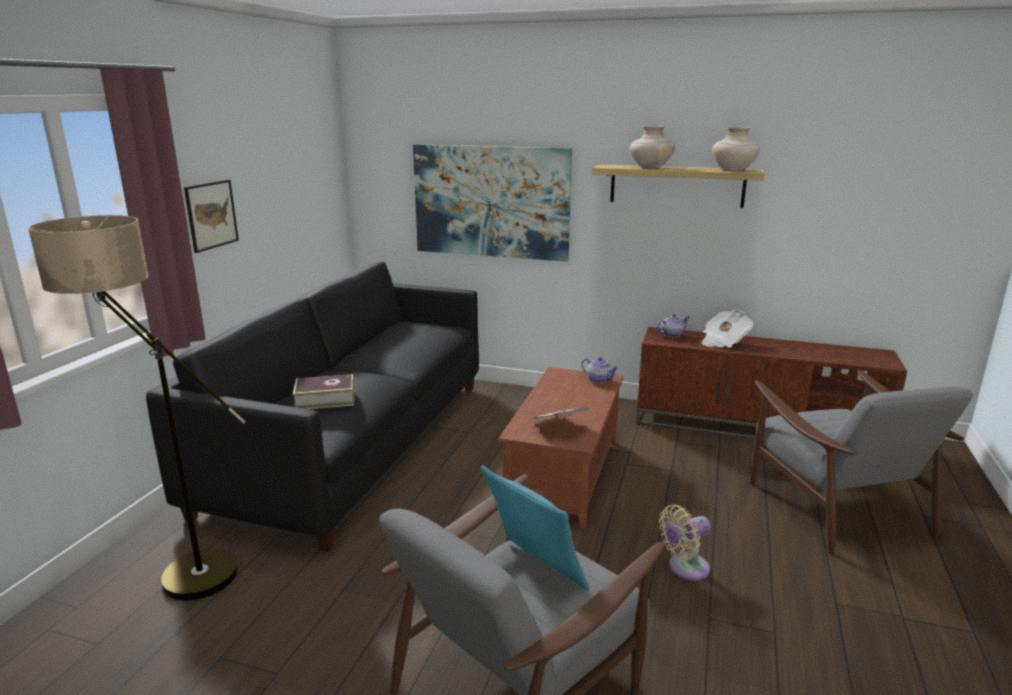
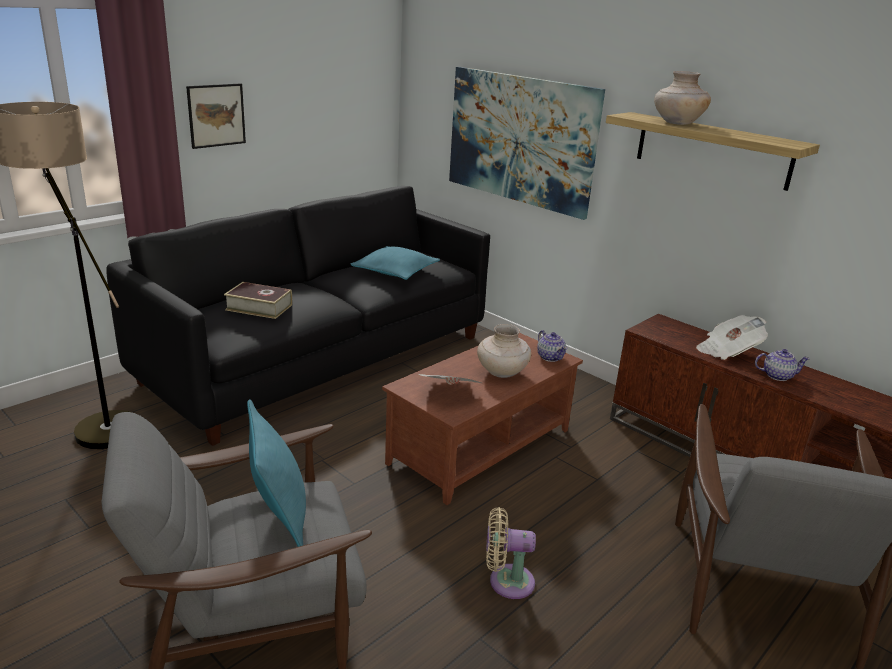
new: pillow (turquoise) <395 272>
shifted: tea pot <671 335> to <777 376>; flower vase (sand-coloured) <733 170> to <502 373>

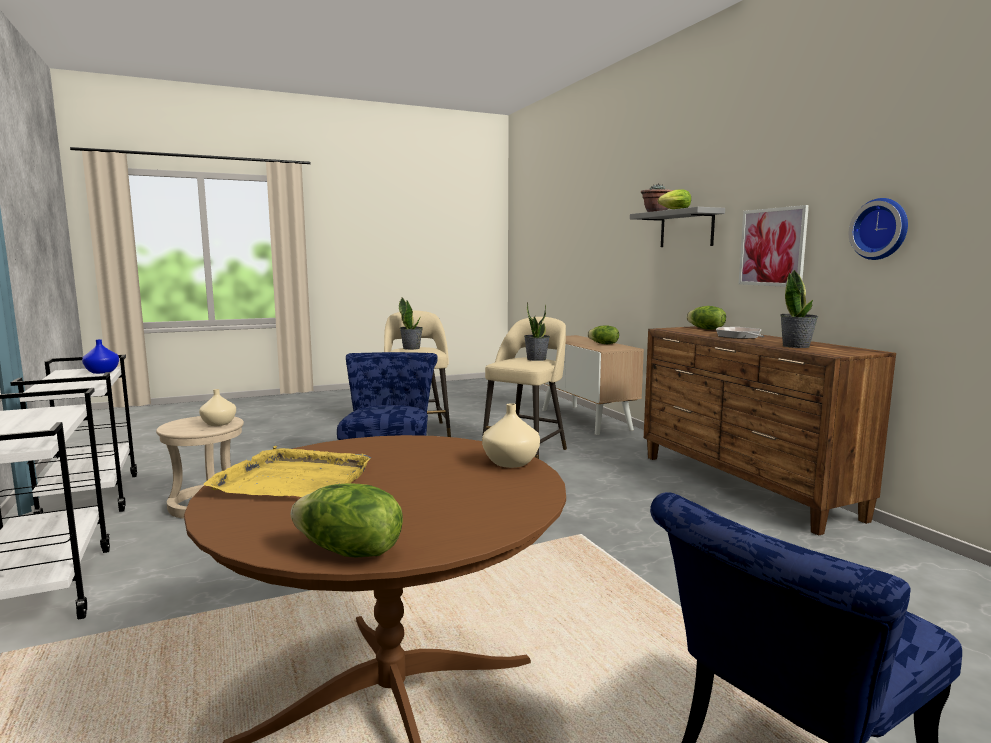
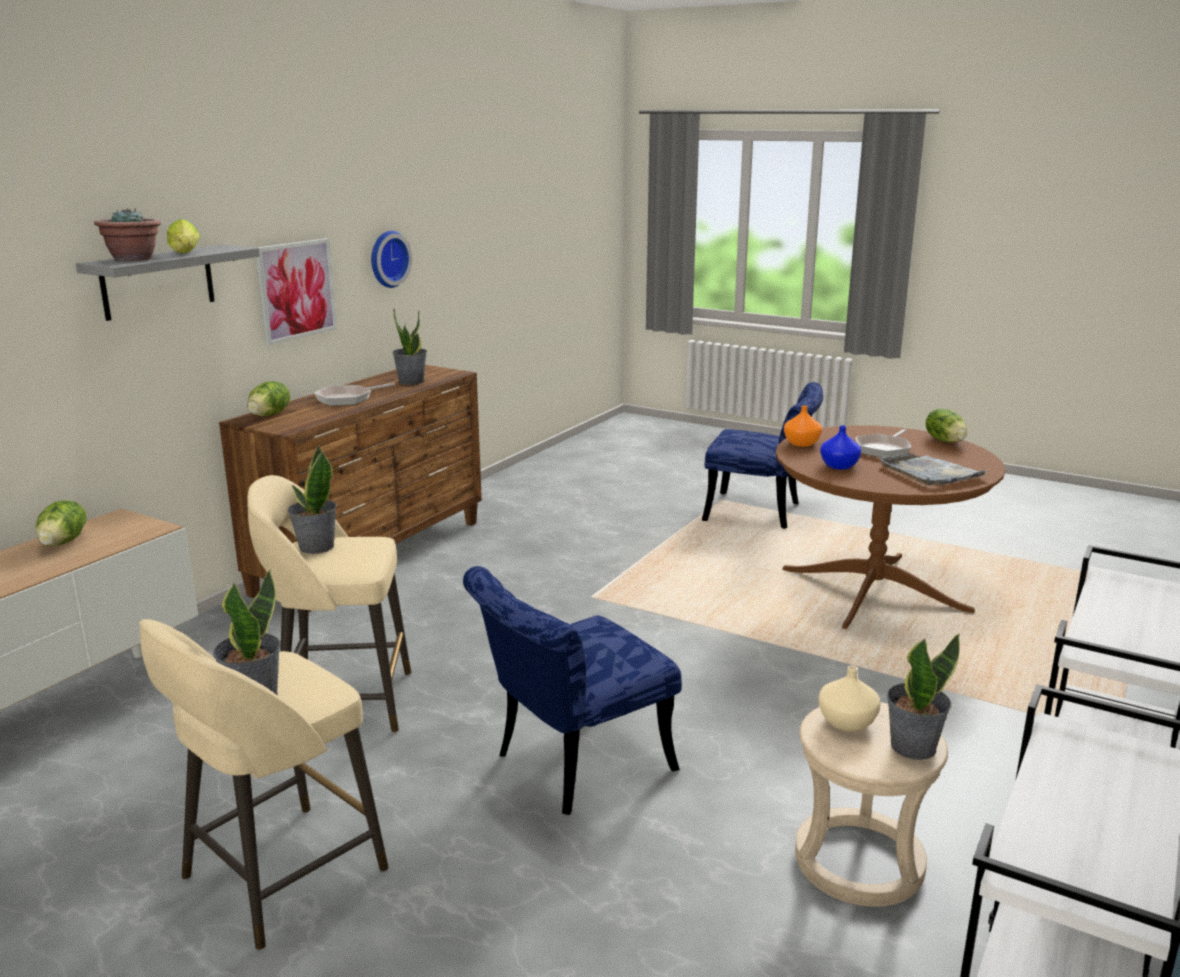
new: frying pan <884 449>; potted plant <912 746>
shifted: flower vase (blue) <103 372> to <838 466>
repainted: serving tray (yellowish) <295 479> to serving tray (greyish) <930 473>; flower vase (sand-coloured) <510 462> to flower vase (orange) <801 444>

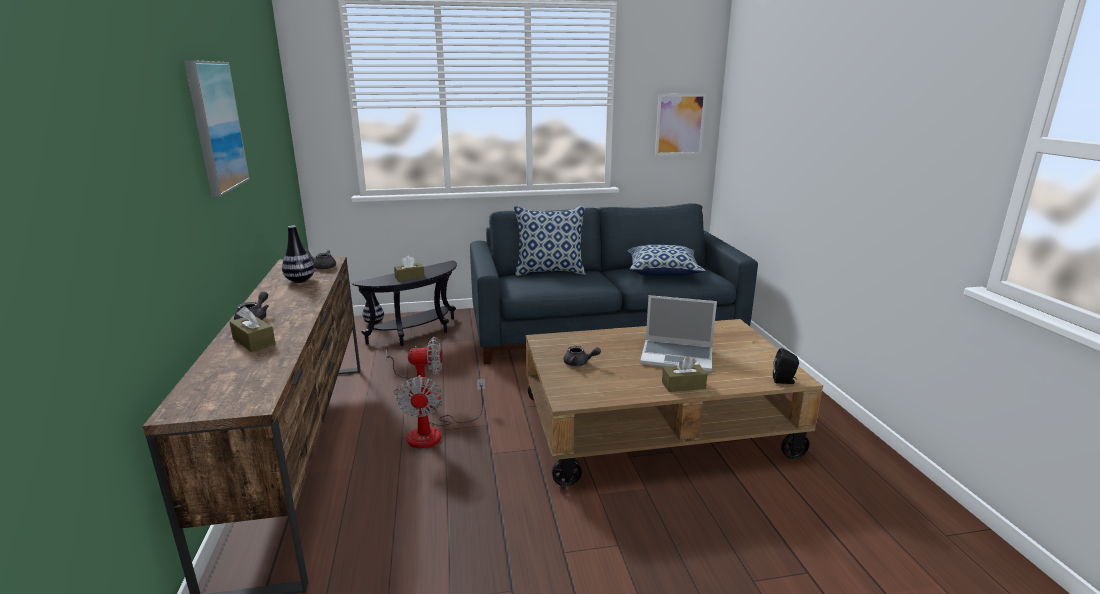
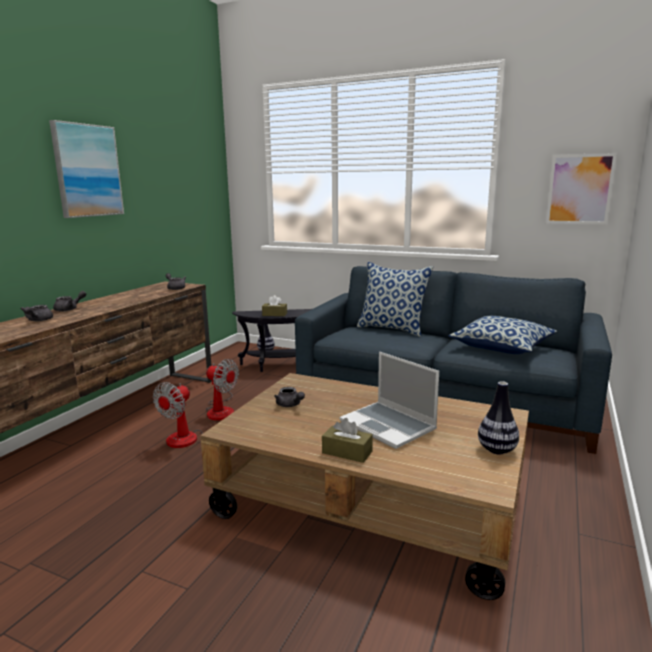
gone: loudspeaker (black-coloured) <784 381>
shifted: flower vase <300 280> to <496 450>
swapped: tissue box (brown) <254 341> to tea pot (greyish) <38 320>

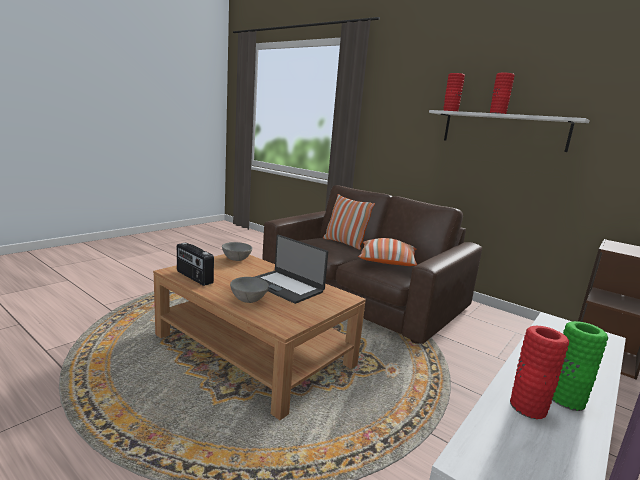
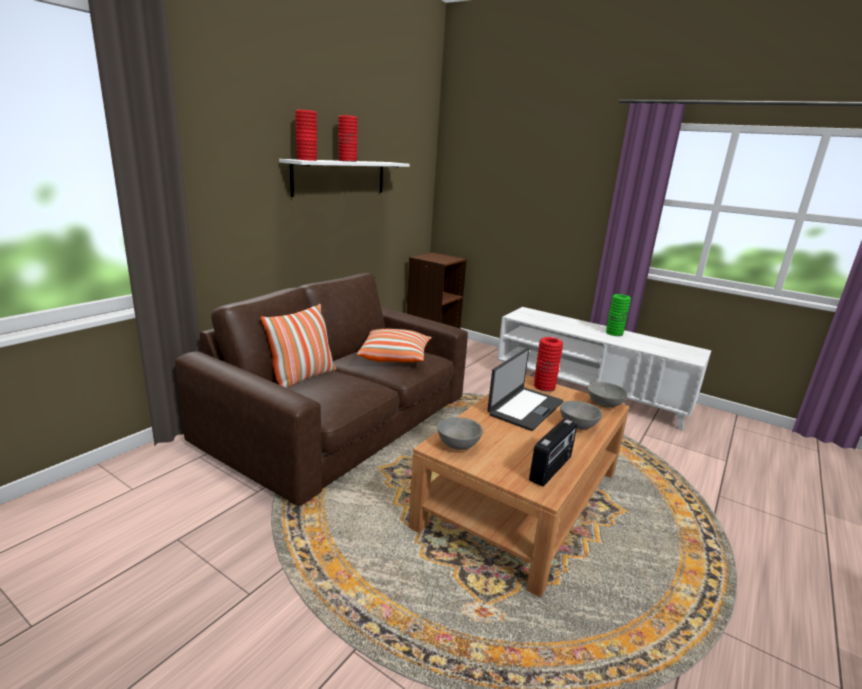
new: deep dish (greyish) <604 405>
shifted: flower vase (red-coloured) <528 407> to <544 386>

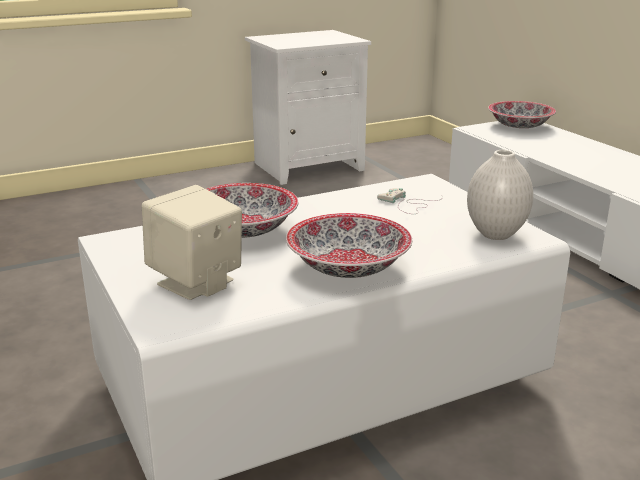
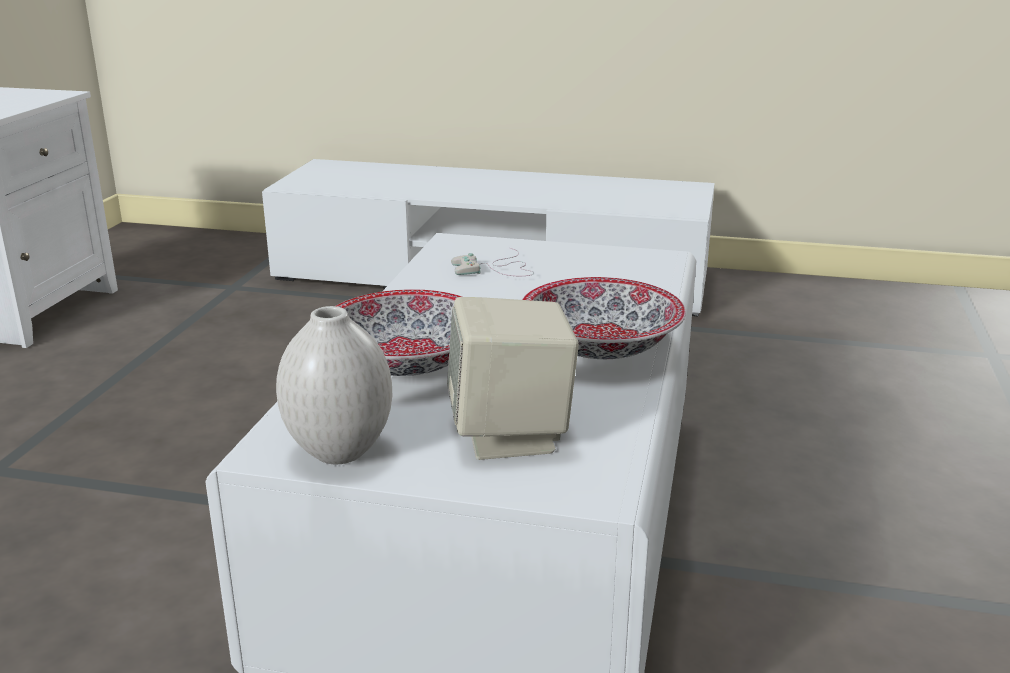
gone: deep dish <520 126>
shifted: flower vase (white-coloured) <495 234> to <338 452>

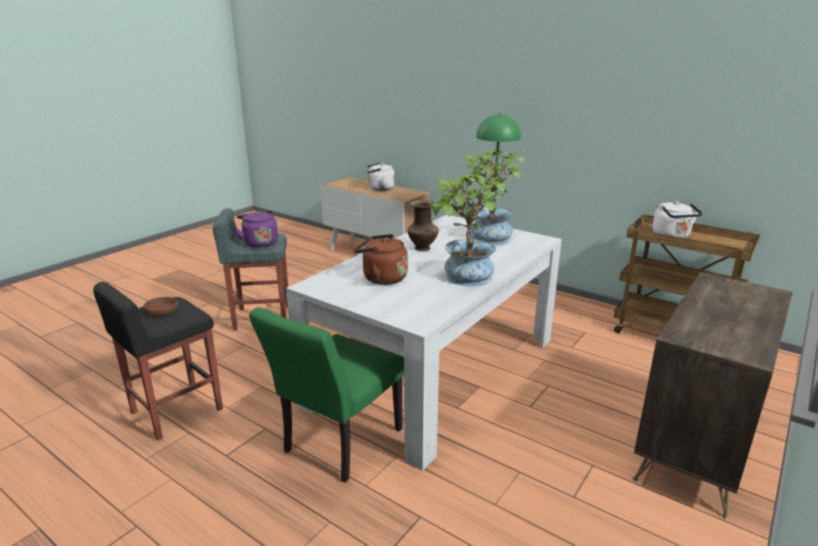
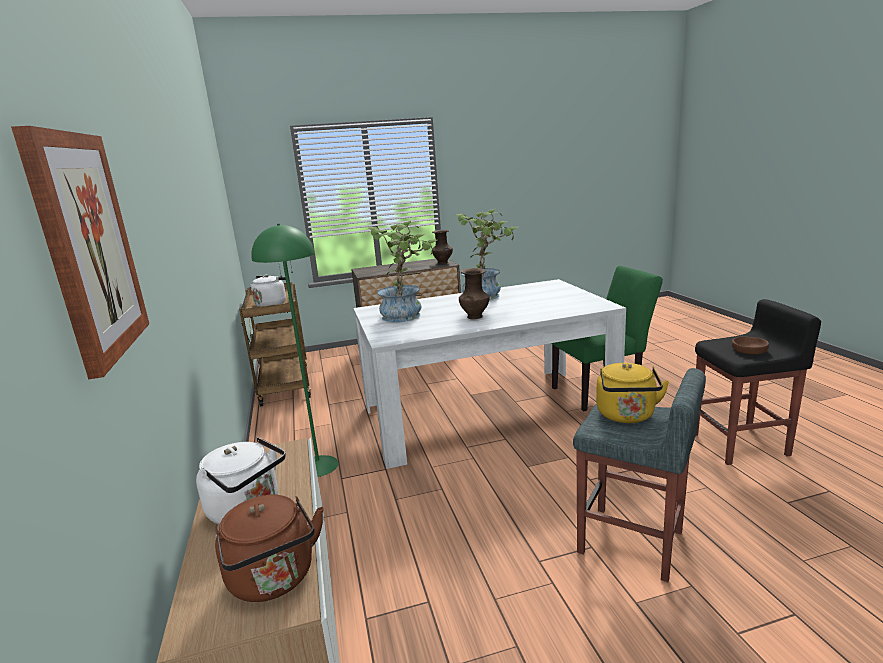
new: wall art <88 247>; flower vase (brown) <443 263>
shifted: tea kettle (brown) <382 278> to <274 580>
repainted: tea kettle (purple-coloured) <259 243> to tea kettle (yellowish) <627 416>

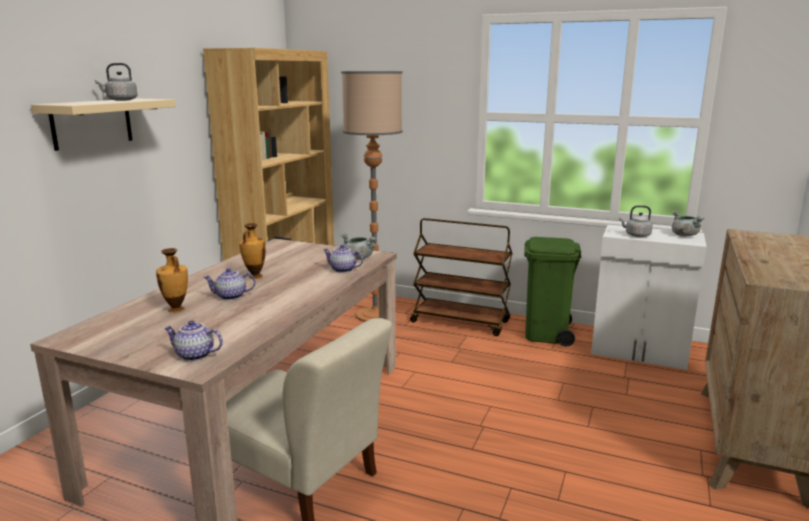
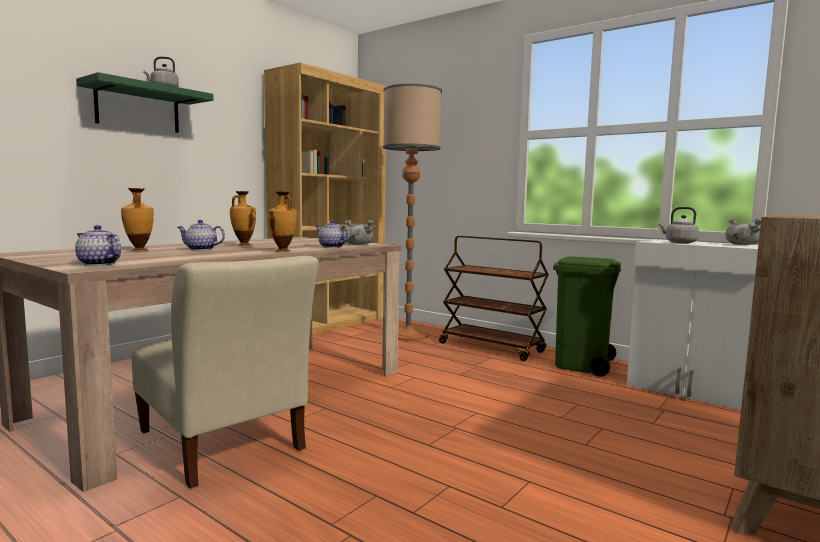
new: flower vase <283 251>
repainted: bracket shelf (sand-coloured) <92 123> to bracket shelf (green) <138 108>

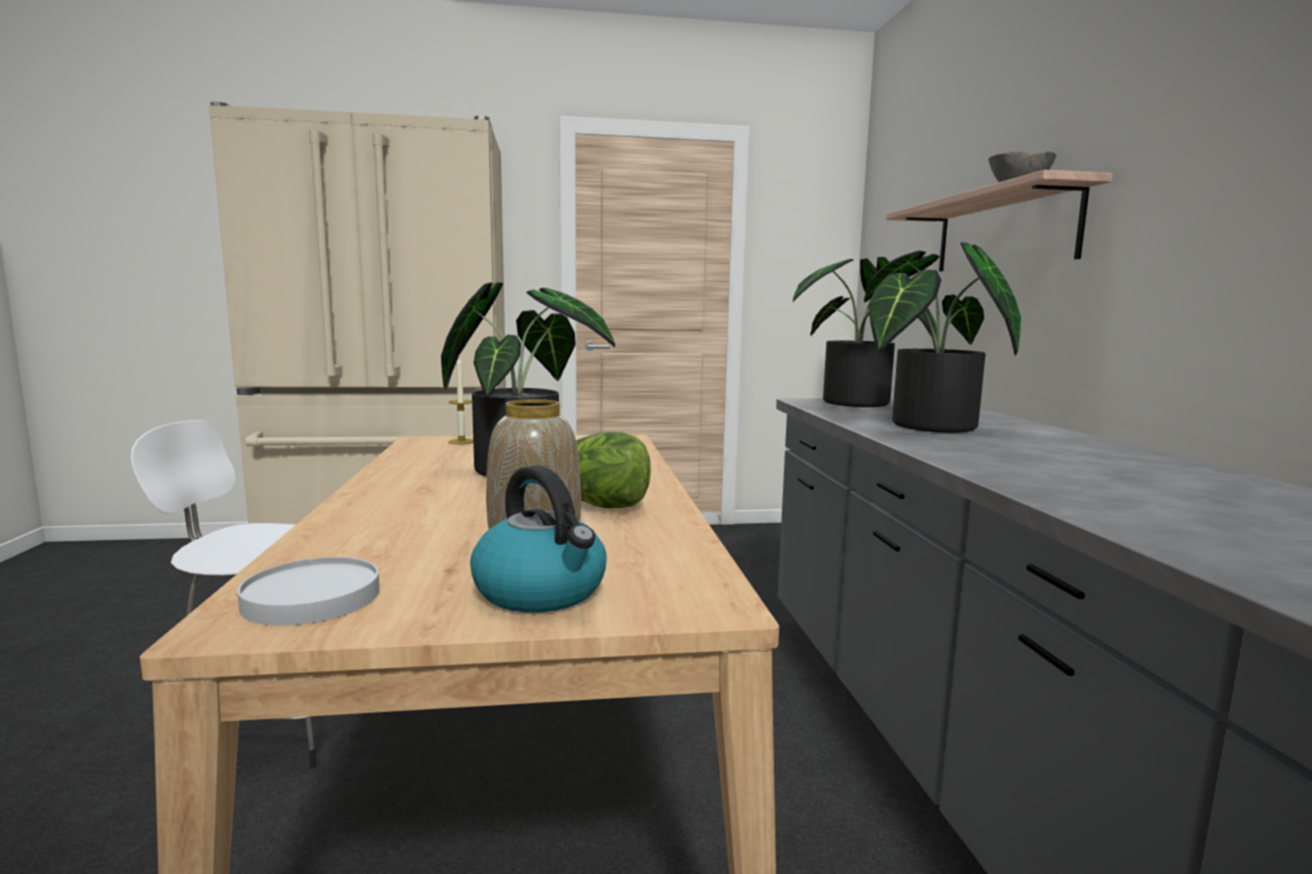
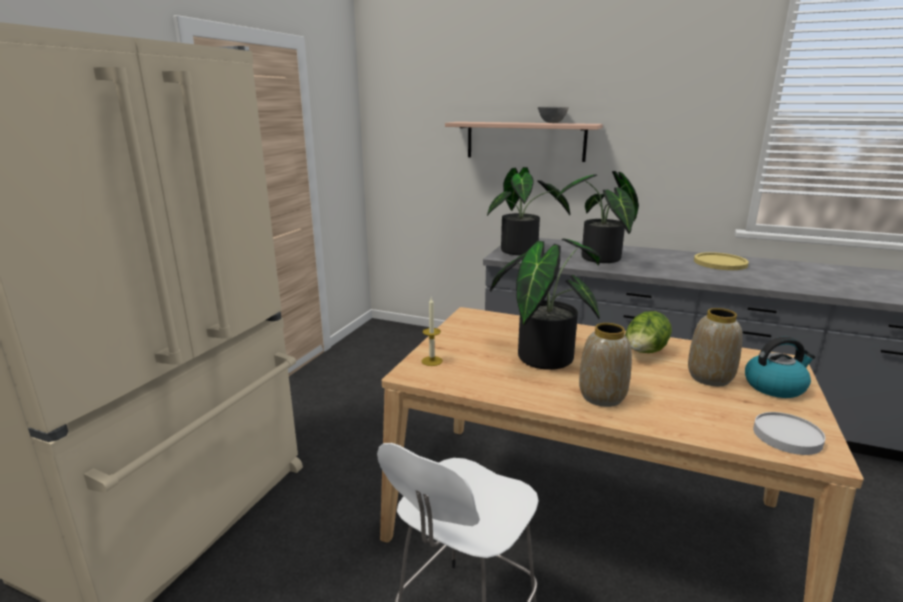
new: flower vase <602 397>; plate (yellowish) <720 263>

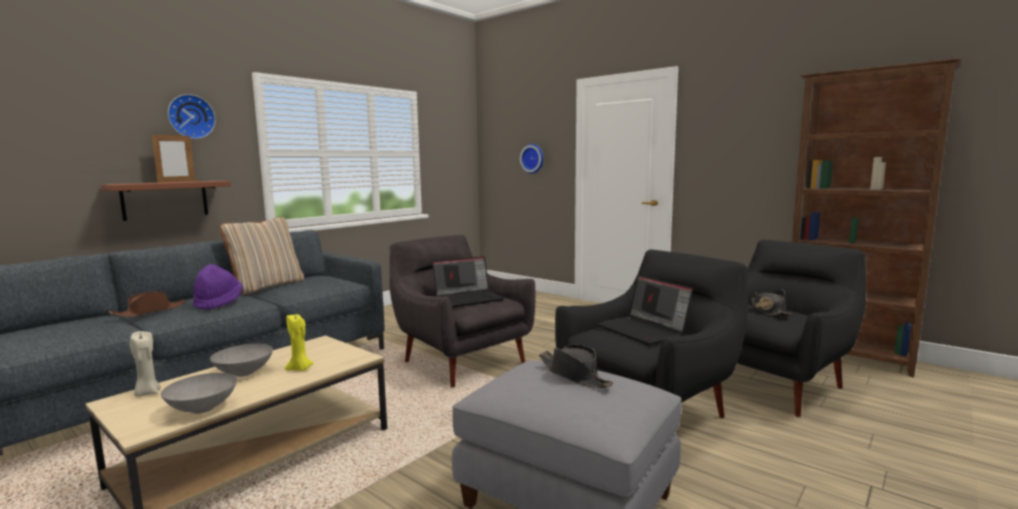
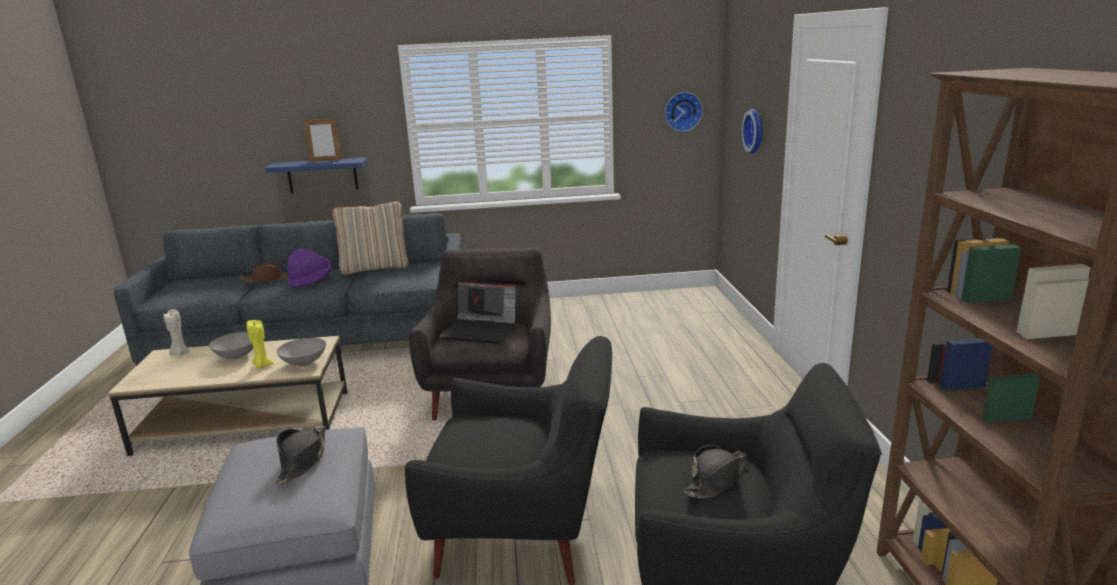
gone: notebook computer <644 330>
shifted: deep dish (greyish) <201 409> to <304 363>; wall clock <190 116> to <682 111>
repainted: bracket shelf (brown) <165 200> to bracket shelf (blue) <322 175>

